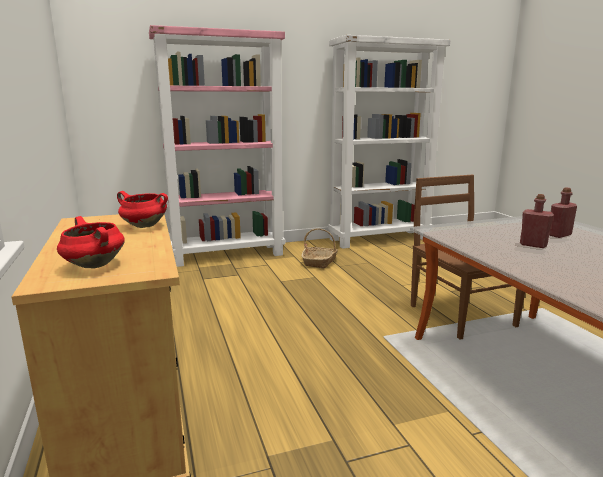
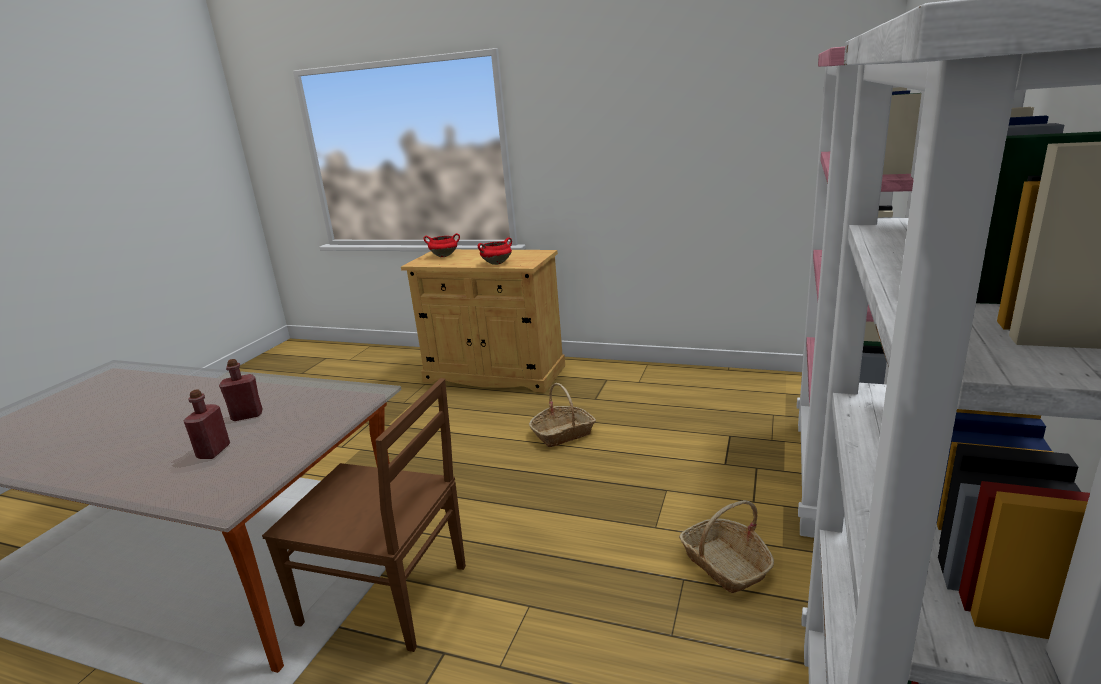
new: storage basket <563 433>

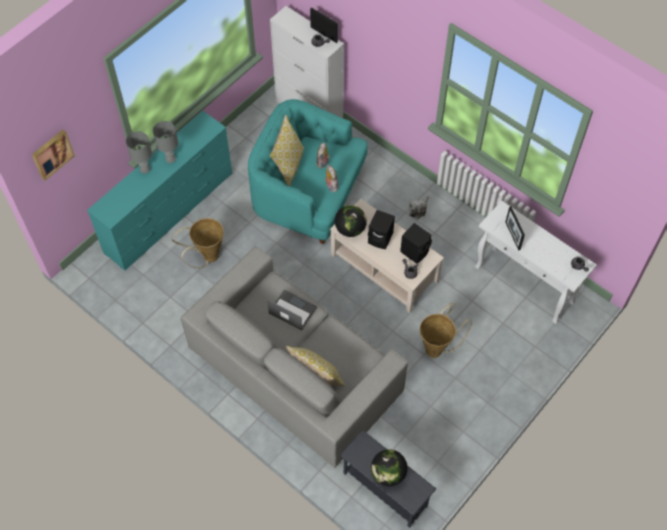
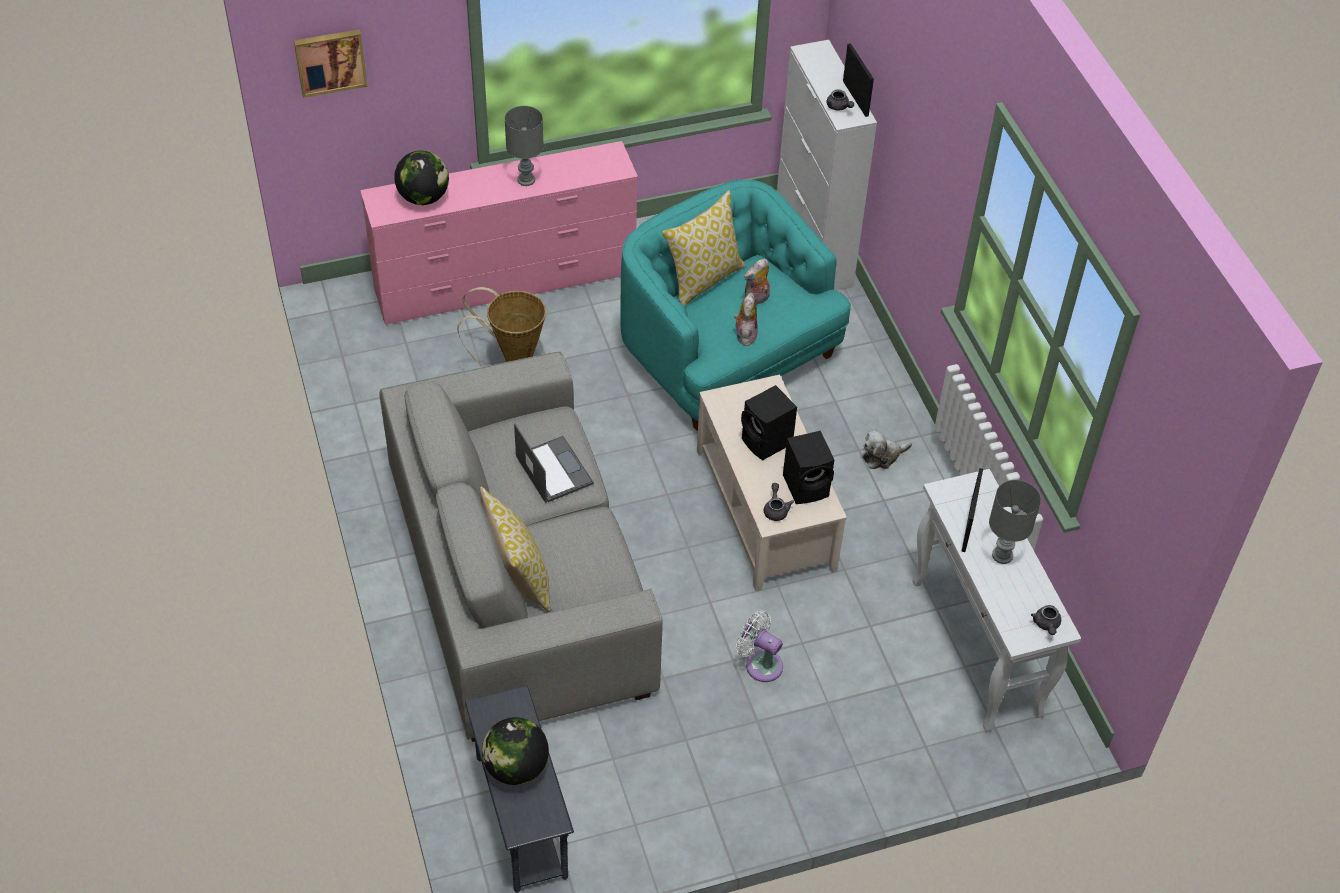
shifted: tabletop lamp (greyish) <144 168> to <1002 554>; world globe <350 229> to <423 197>
swapped: storage basket <437 348> to fan (white-coloured) <760 664>
repainted: chest of drawers (turquoise) <169 212> to chest of drawers (pinkish) <506 282>

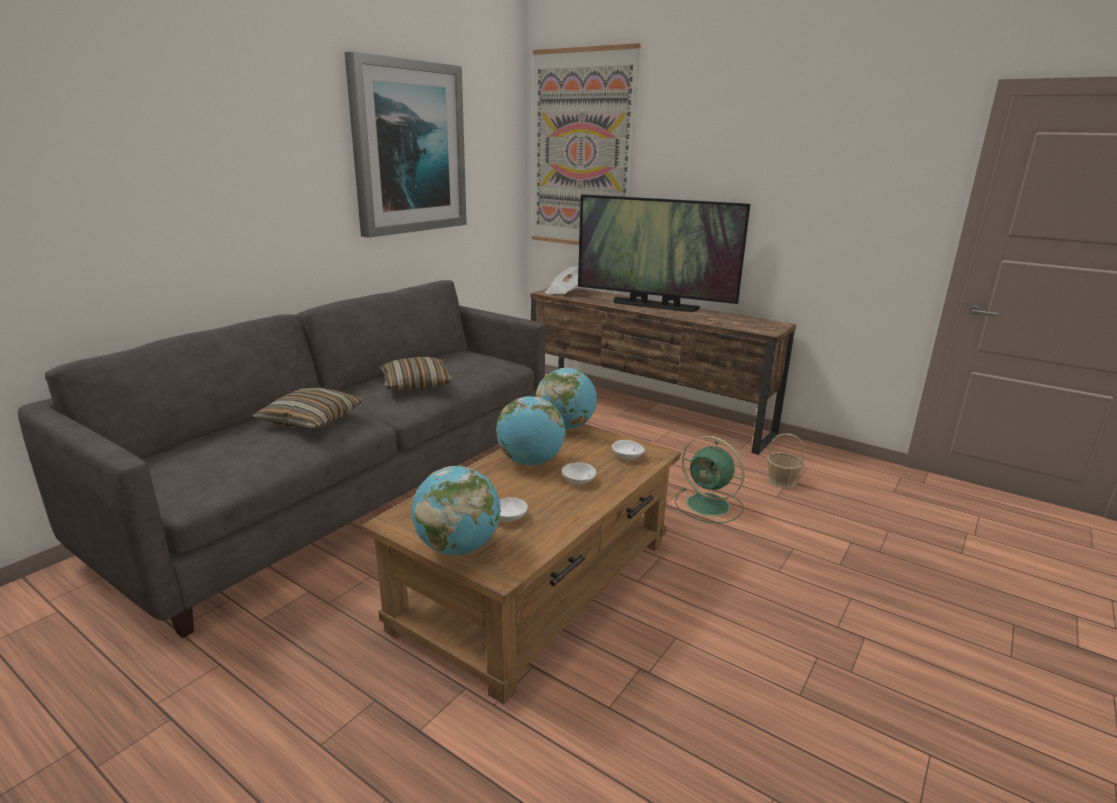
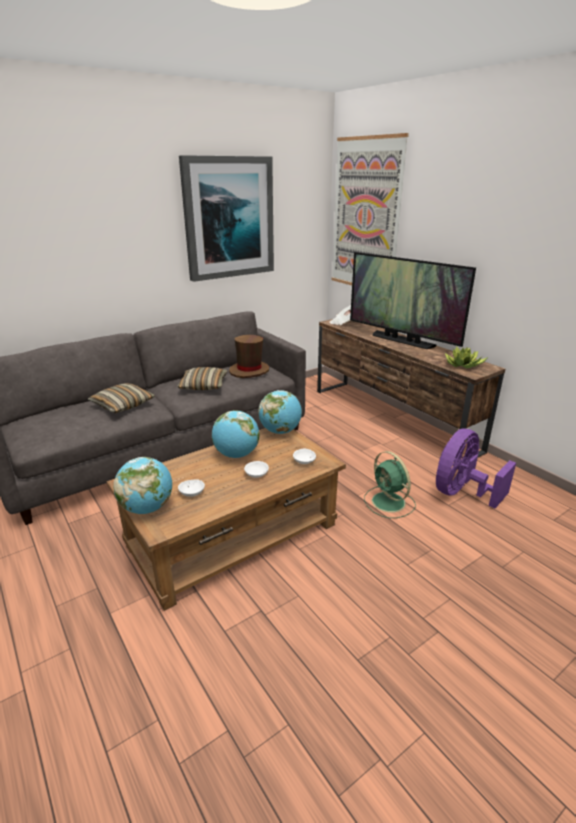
new: wearable hat (brown) <249 371>; potted plant <463 365>
swapped: storage basket <782 480> to fan (purple-coloured) <462 493>

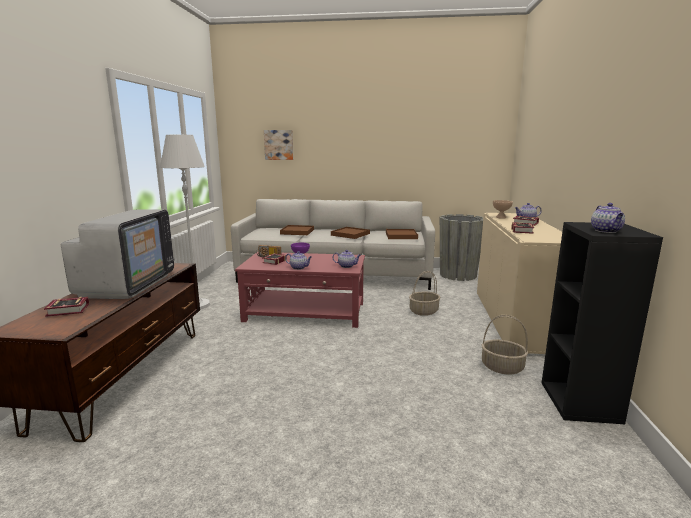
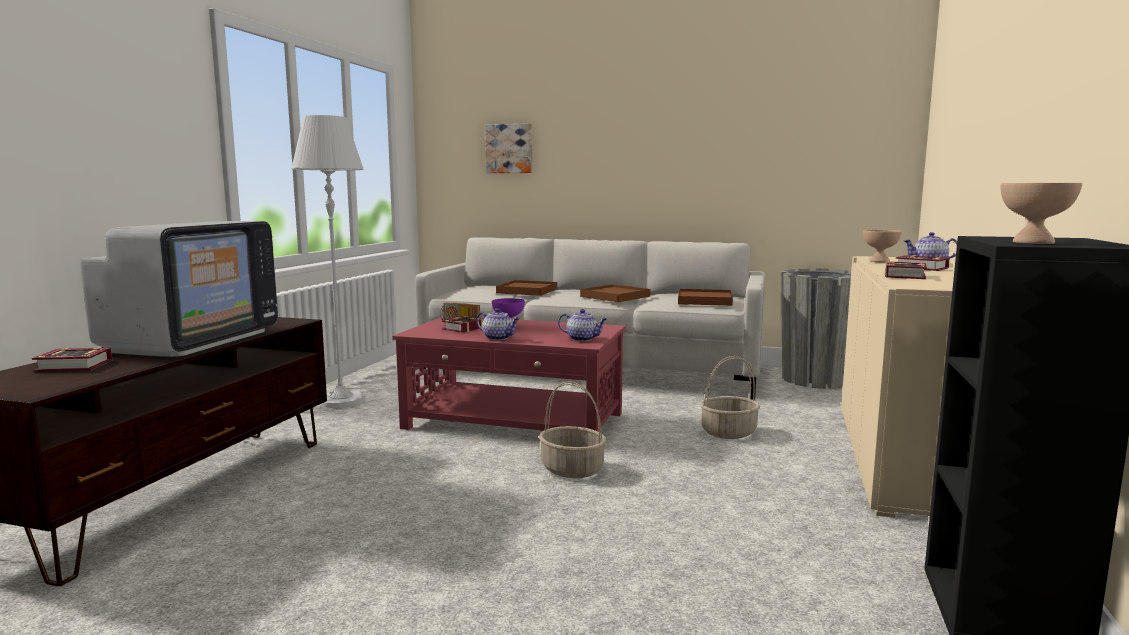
shifted: storage basket <502 367> to <573 469>
swapped: tea pot <606 231> to deep dish (sand-coloured) <1034 242>

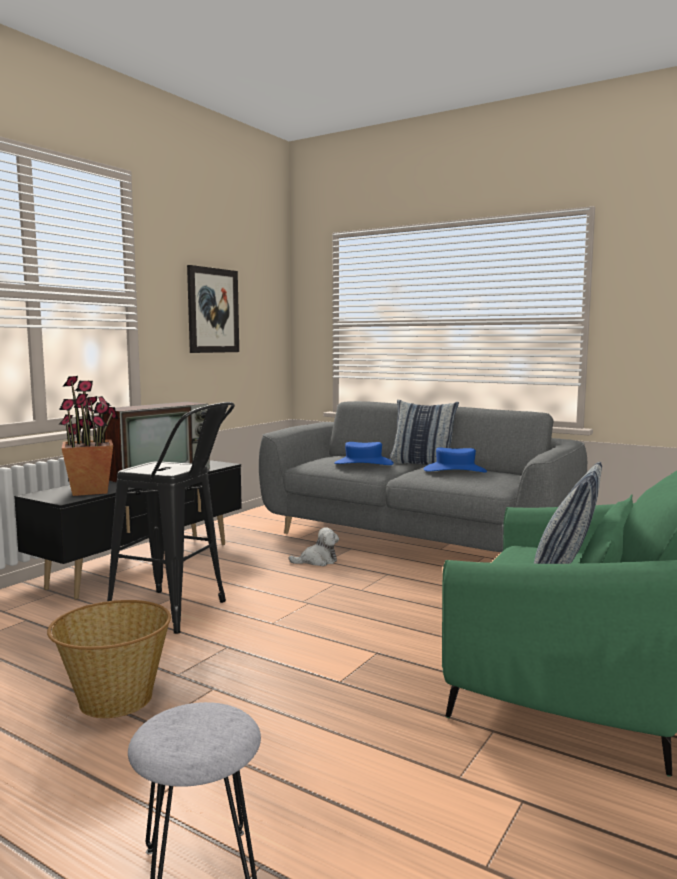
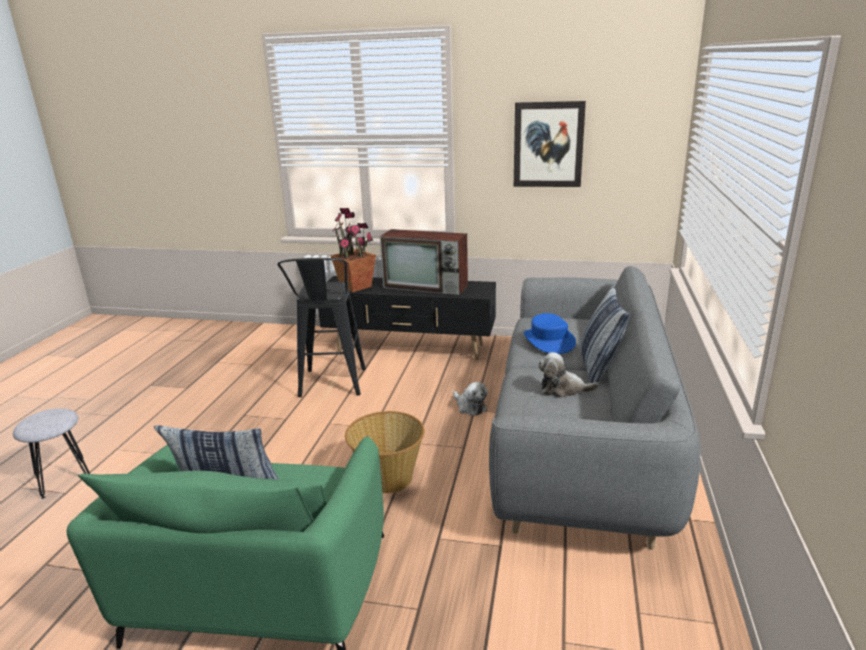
shifted: storage basket <114 699> to <388 478>
swapped: wearable hat (blue) <455 470> to cuddly toy <563 389>

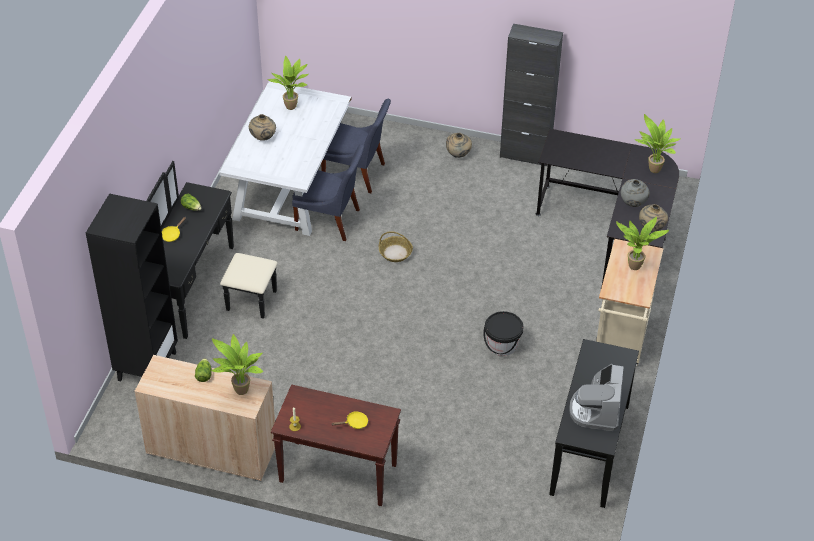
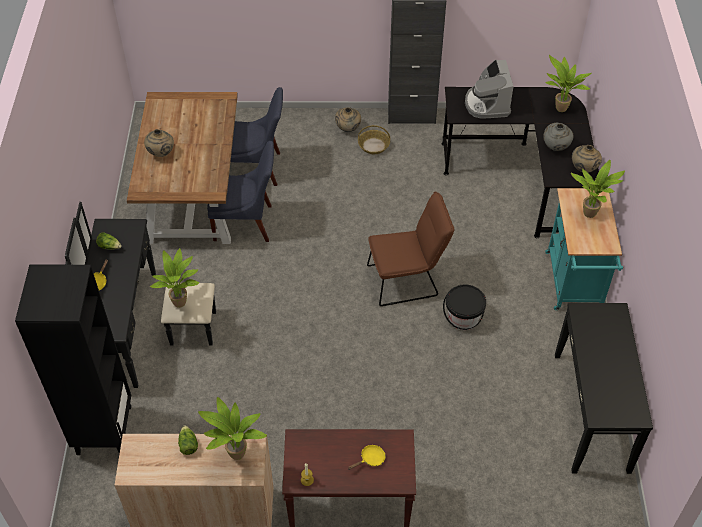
new: chair (brown) <407 280>
shifted: potted plant <292 107> to <182 303>; storage basket <395 253> to <373 146>; coffee maker <596 410> to <487 104>
repainted: dinner table (white-coloured) <290 187> to dinner table (brown) <194 196>; cart (sand-coloured) <621 339> to cart (turquoise) <574 285>

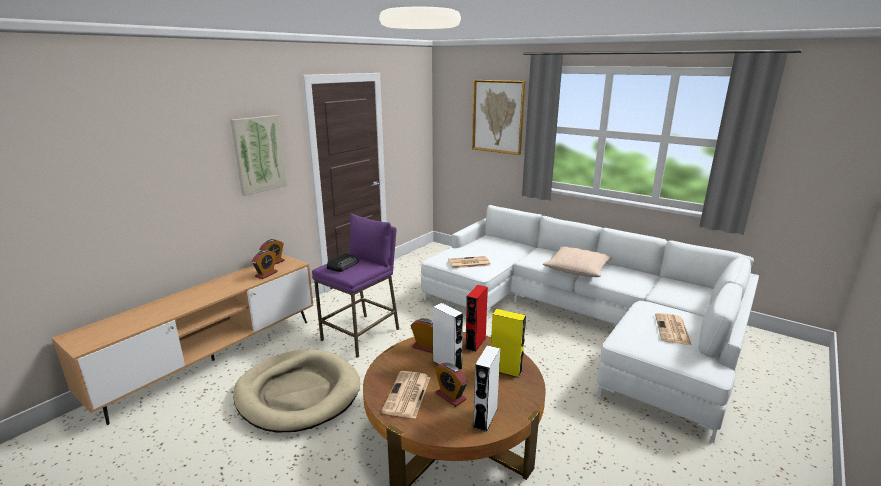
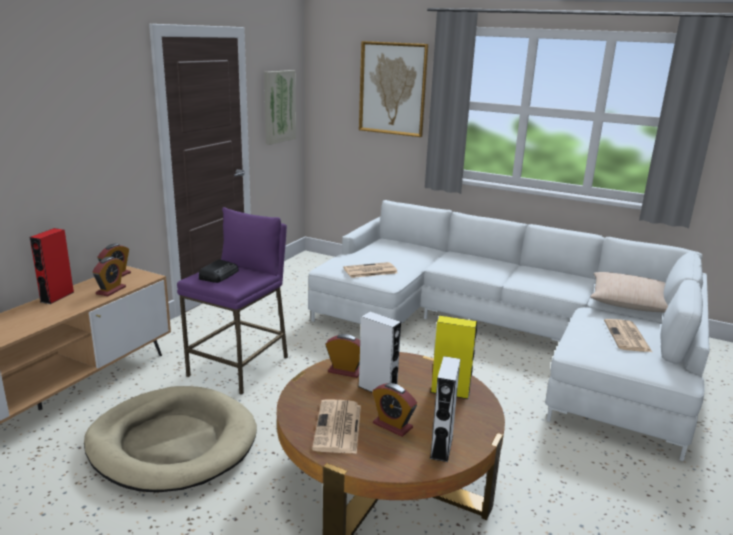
shifted: wall art <259 154> to <279 106>; loudspeaker (red-coloured) <475 343> to <57 297>; pillow (sand-coloured) <577 269> to <628 302>

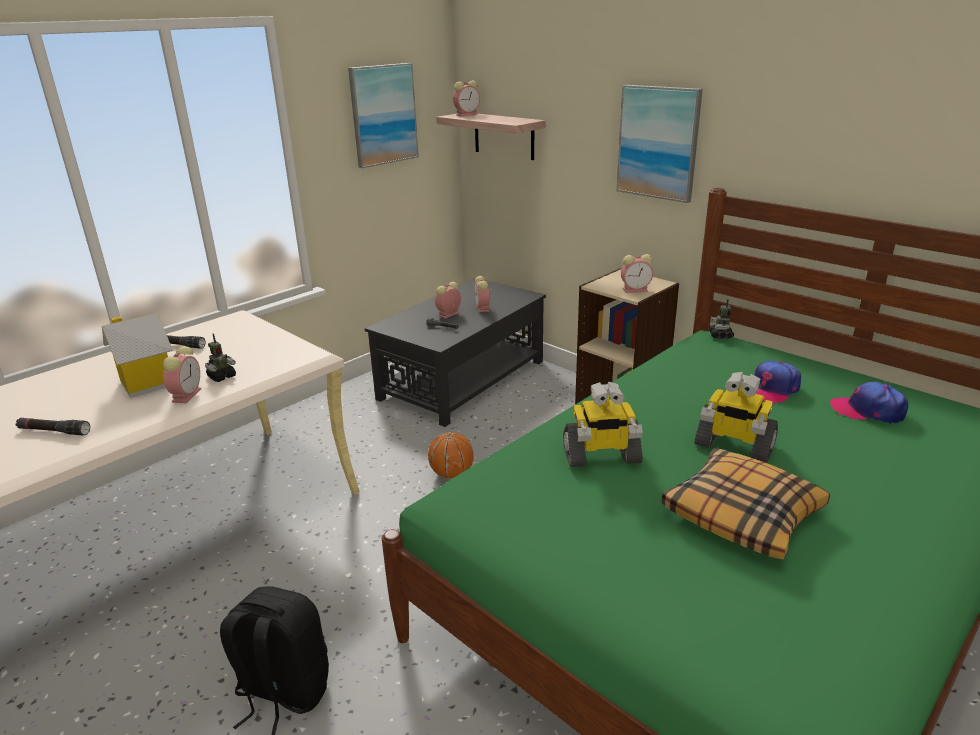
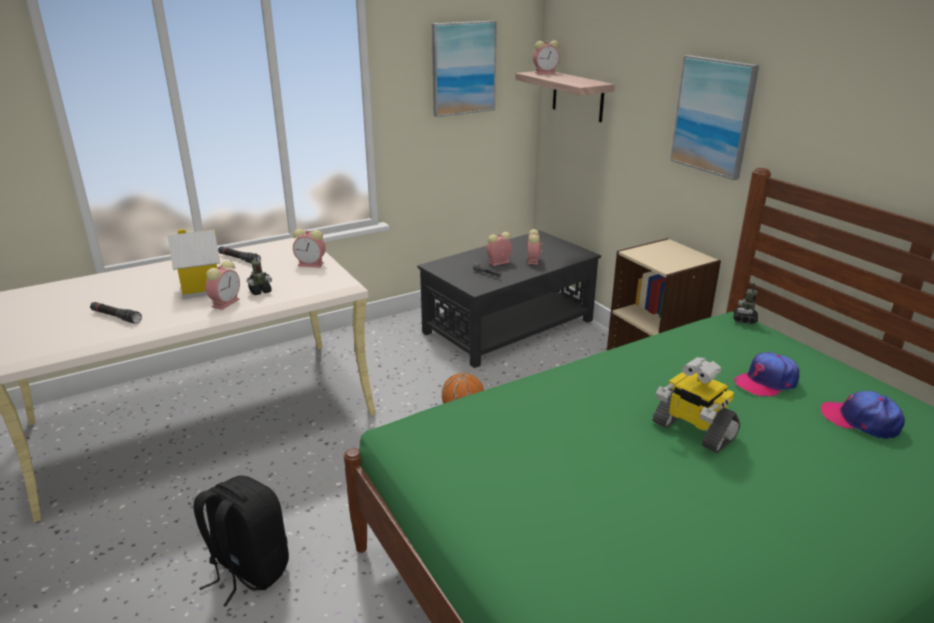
gone: toy robot <601 456>; pillow <743 514>
shifted: table clock <636 290> to <312 264>

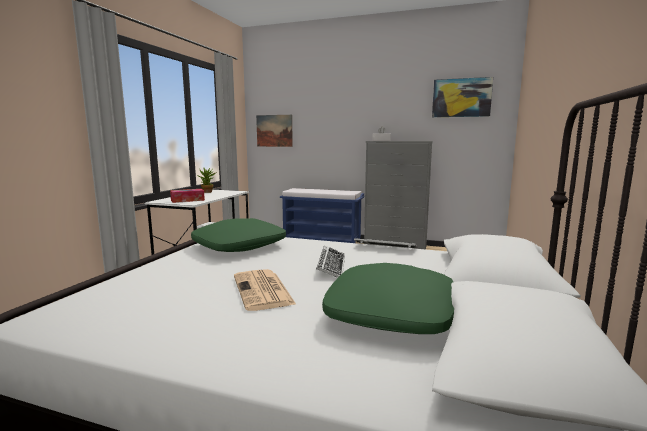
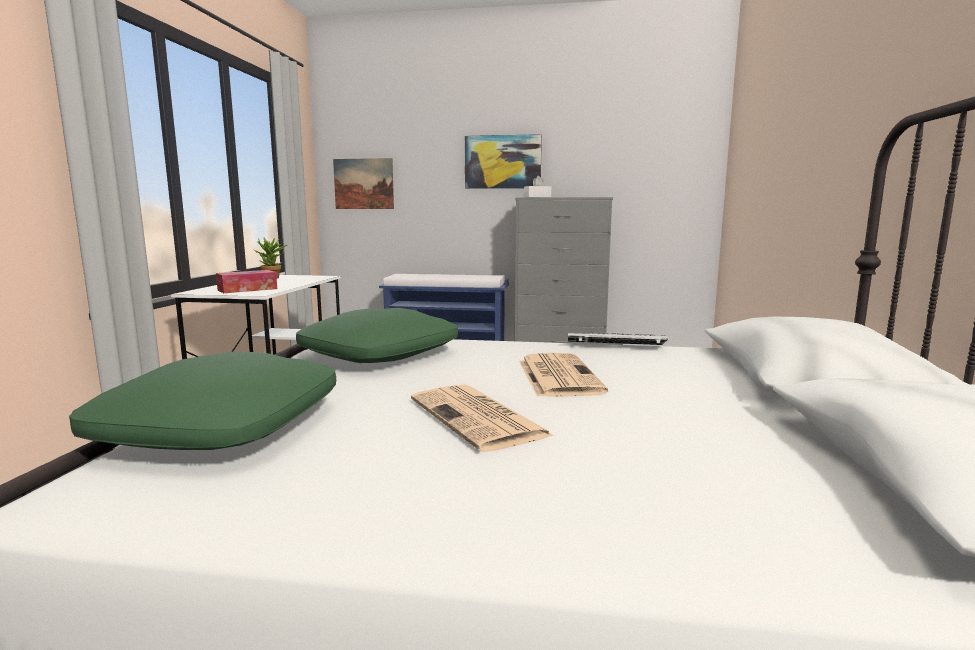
shifted: pillow (green) <391 312> to <223 426>; wall art <461 98> to <502 162>
swapped: PC keyboard <331 266> to printed paper <557 376>

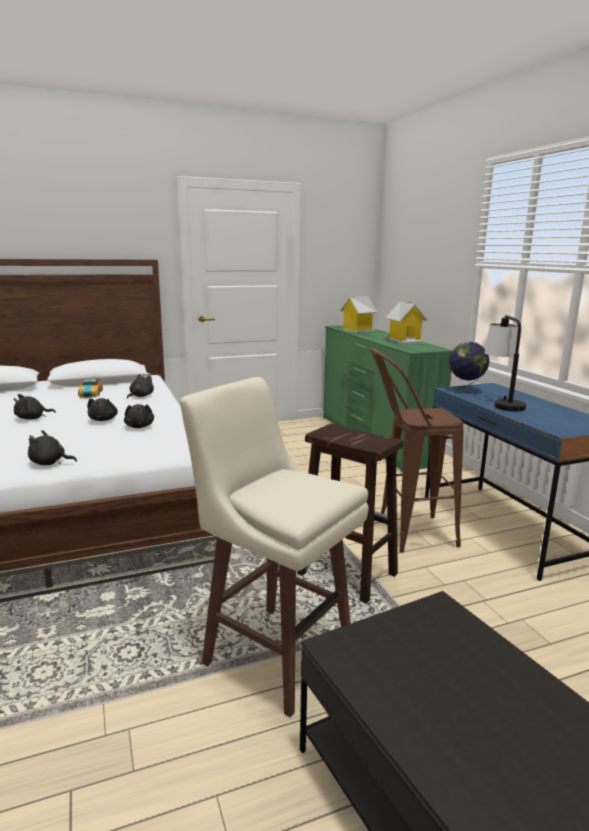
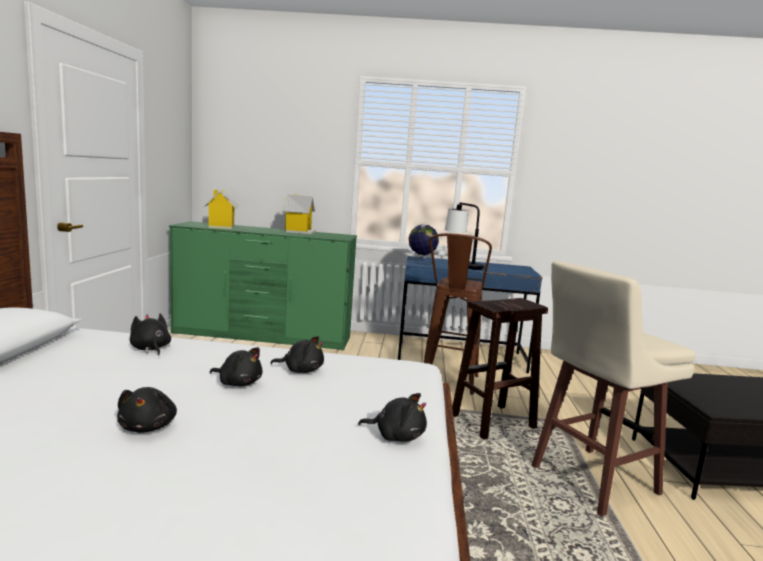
gone: toy car <90 393>
rotated: cuddly toy (black-coloured) <49 463> = <396 436> 105 degrees counterclockwise

